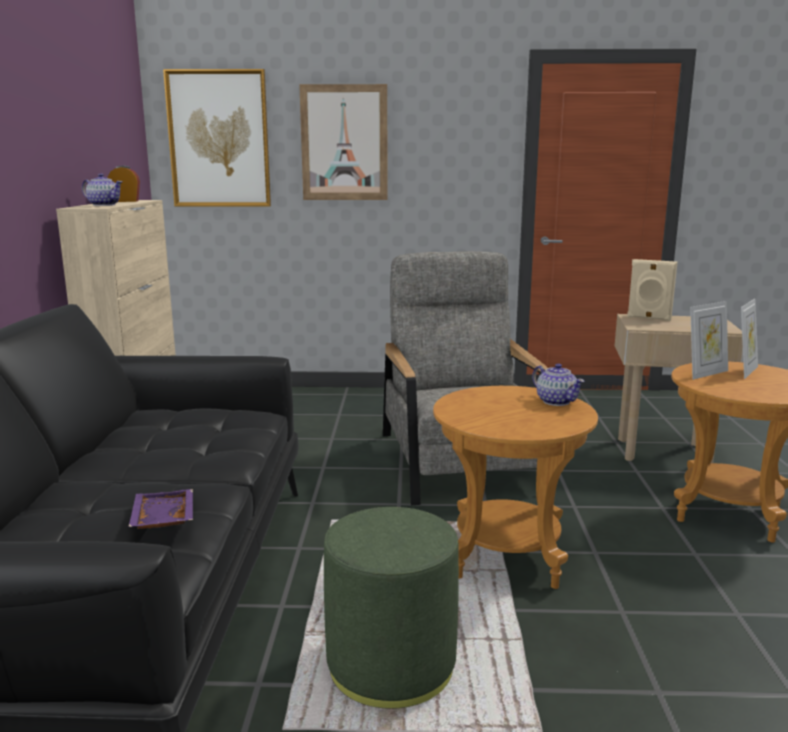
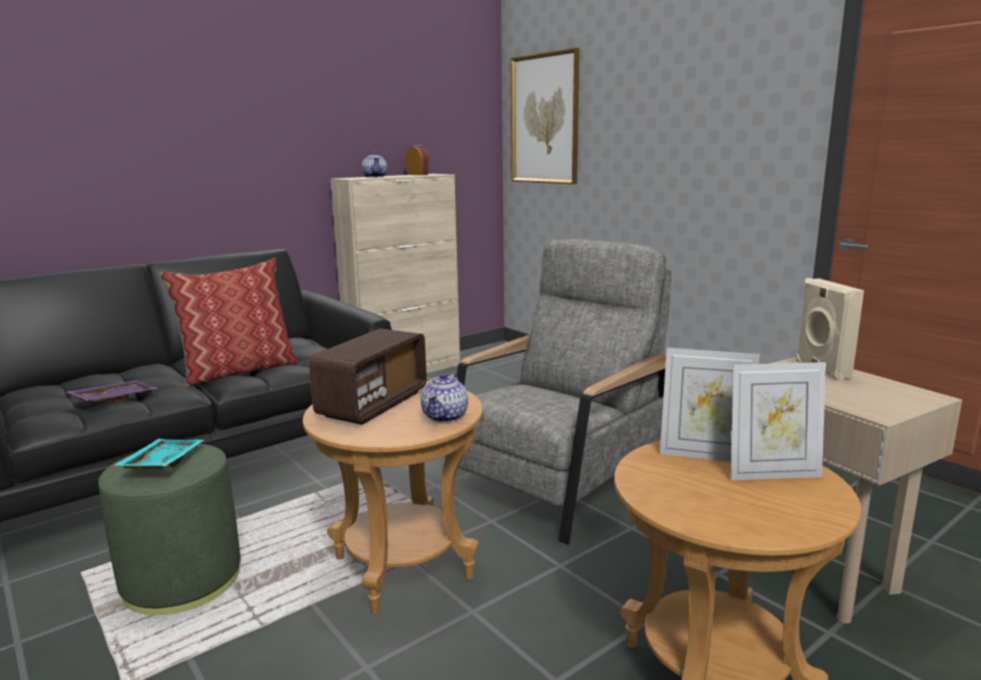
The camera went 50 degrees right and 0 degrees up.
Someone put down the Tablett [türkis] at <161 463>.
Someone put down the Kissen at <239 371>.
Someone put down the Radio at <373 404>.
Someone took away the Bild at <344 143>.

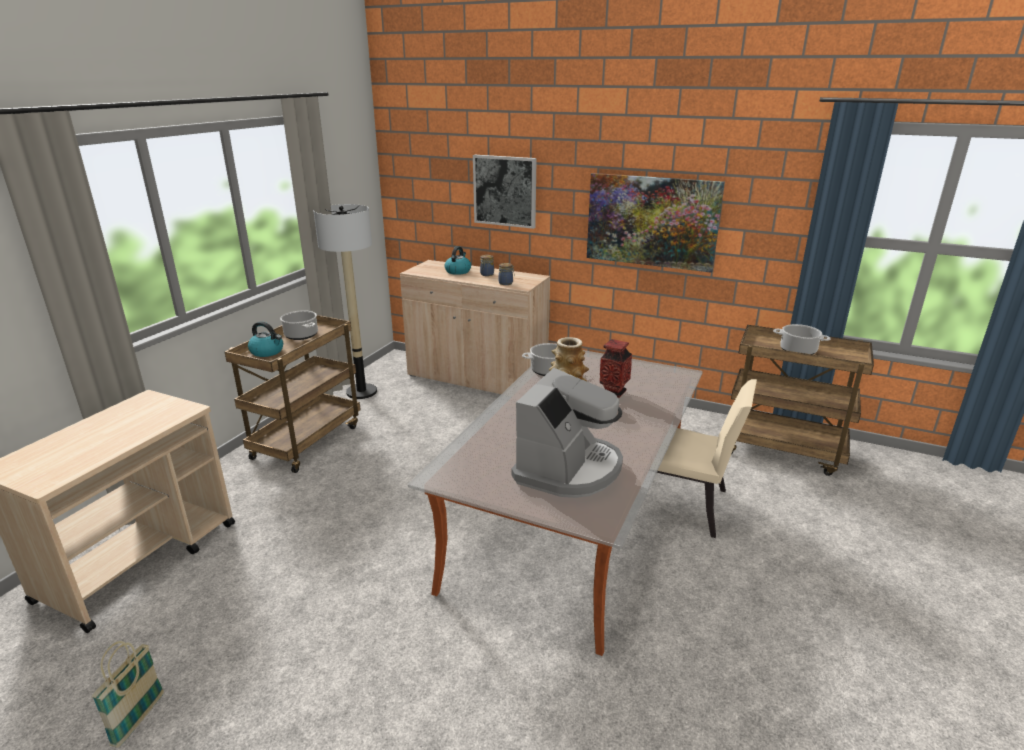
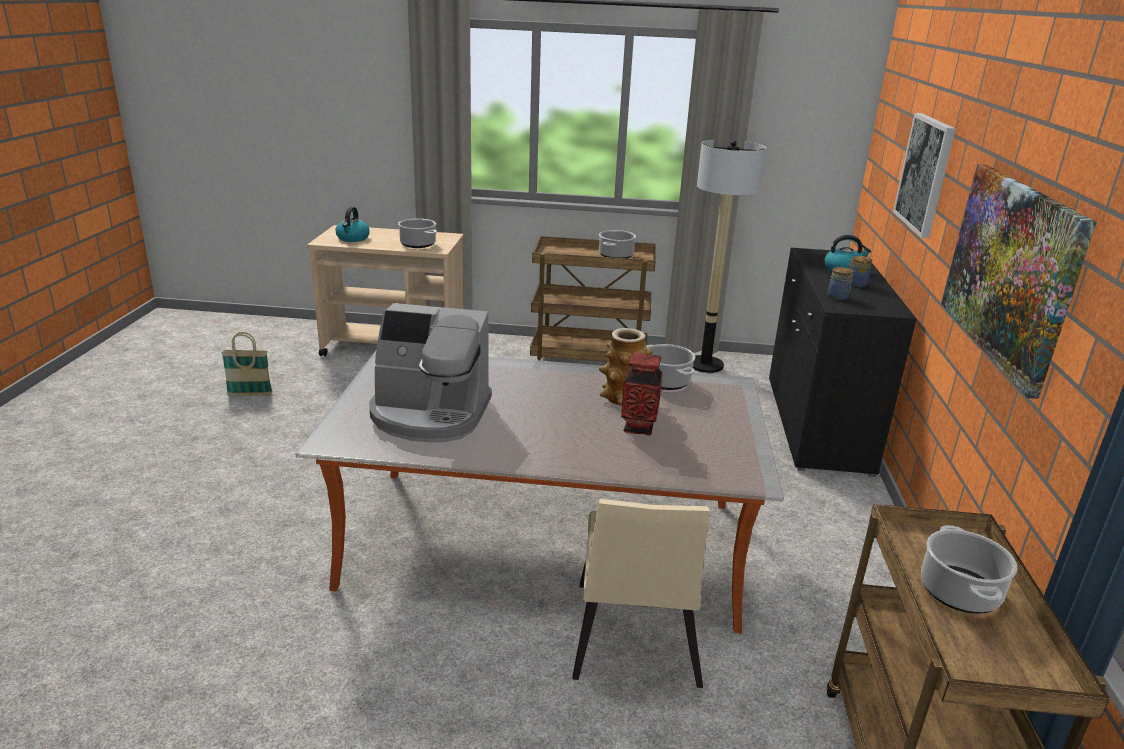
The camera went 70 degrees right and 0 degrees up.
Someone carried the Wasserkessel from <267 351> to <353 238>.
Someone put down the Kochtopf at <418 244>.
Someone repainted the Schrank [beige] at <477 378>, which became the Schrank [schwarz] at <816 424>.

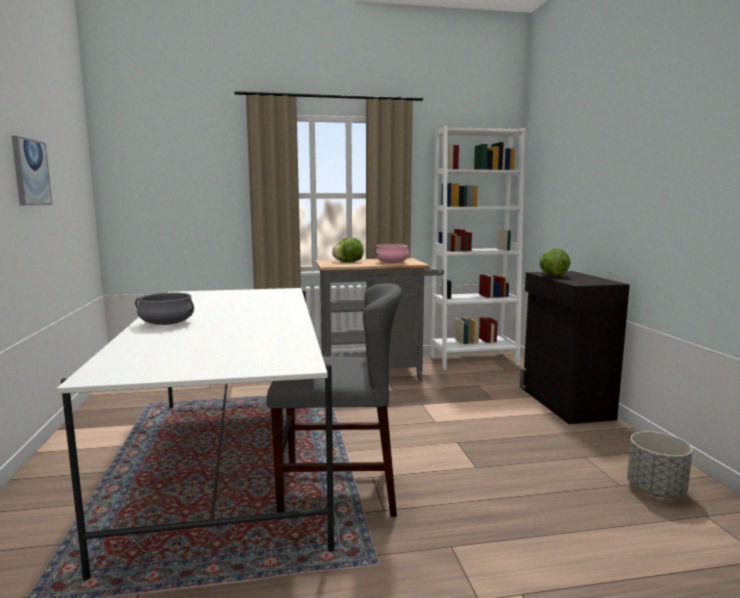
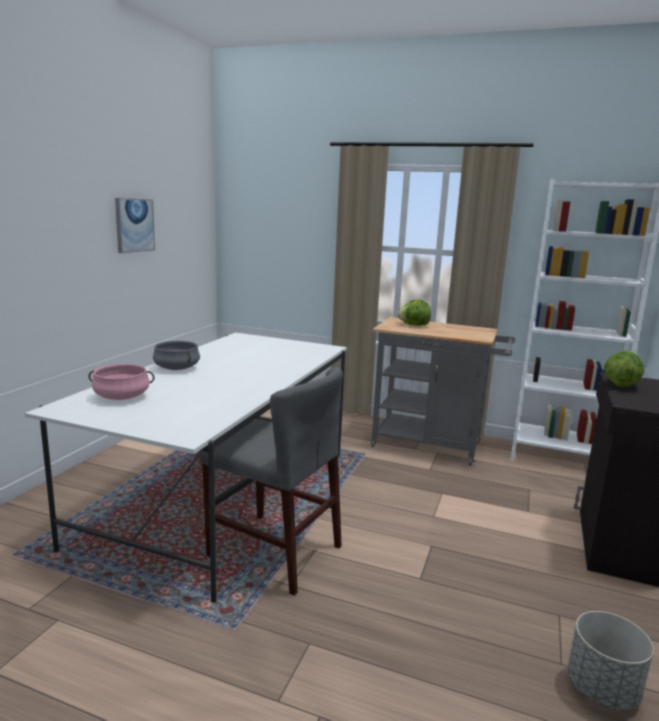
The camera went 30 degrees right and 5 degrees up.
Someone carried the Kochtopf [rosa] from <391 263> to <122 397>.

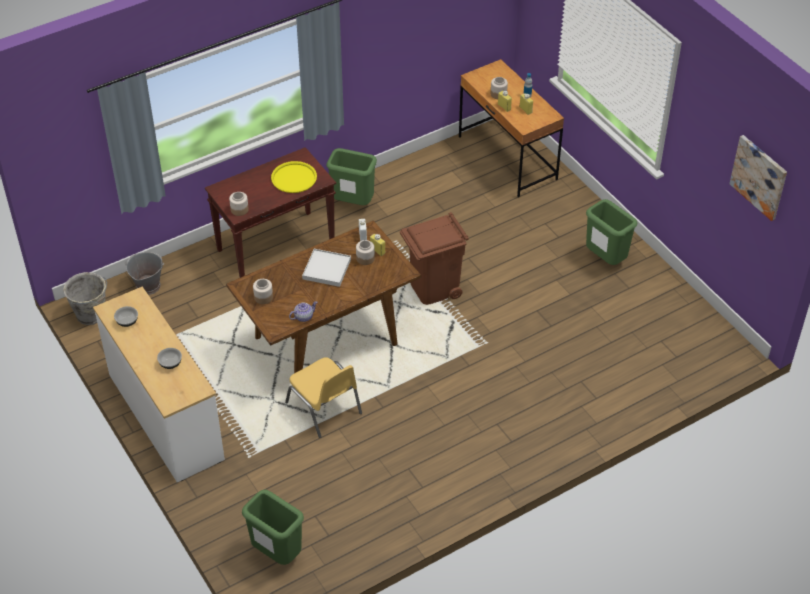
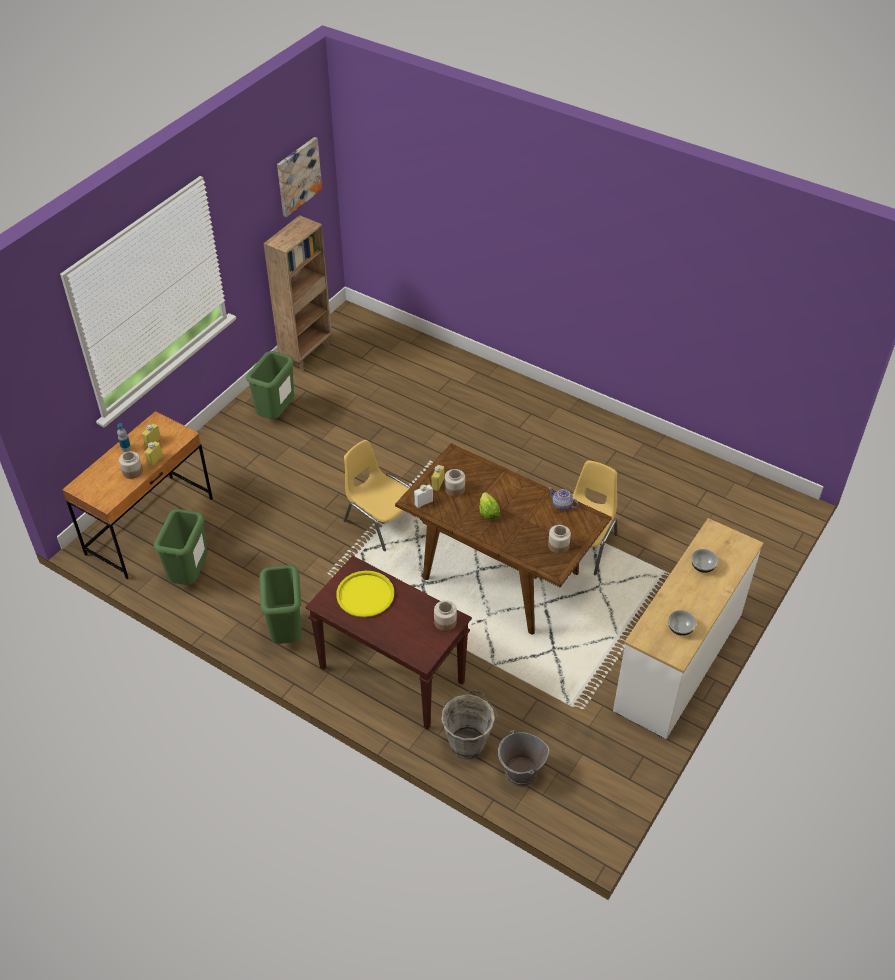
The camera went 115 degrees left and 0 degrees up.
Someone carried the Mülleimer [grün] from <276 554> to <190 576>.
Someone put down the Bücherregal [braun] at <307 354>.
Someone swapped the Mülleimer [braun] at <434 288> for the Stuhl [gelb] at <381 520>.
Someone carried the Eimer [grau] from <91 315> to <468 742>.
Someone swapped the Tablett [weiß] at <326 269> for the Salatkopf at <488 512>.

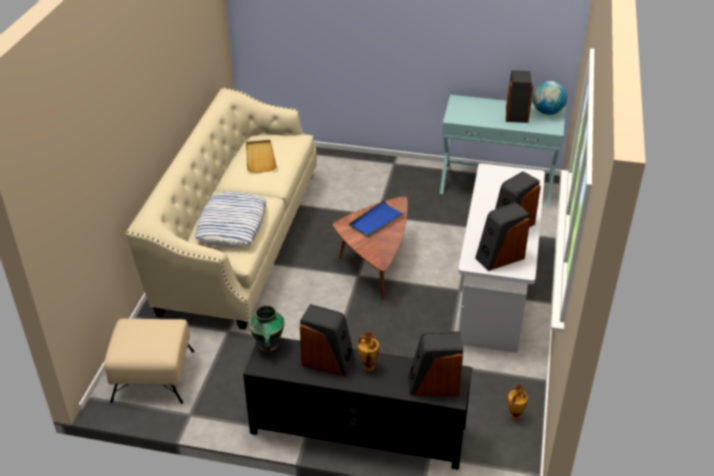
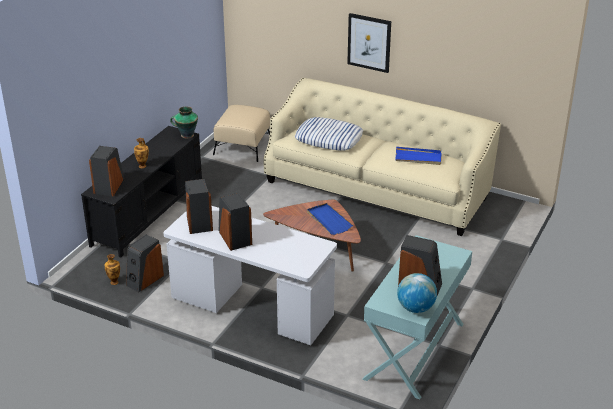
The camera went 105 degrees right and 5 degrees down.
Someone carried the Lautsprecher from <328 361> to <144 280>.
Someone put up the Bild at <369 42>.
Someone repainted the Tablett [beige] at <260 157>, which became the Tablett [blau] at <418 158>.

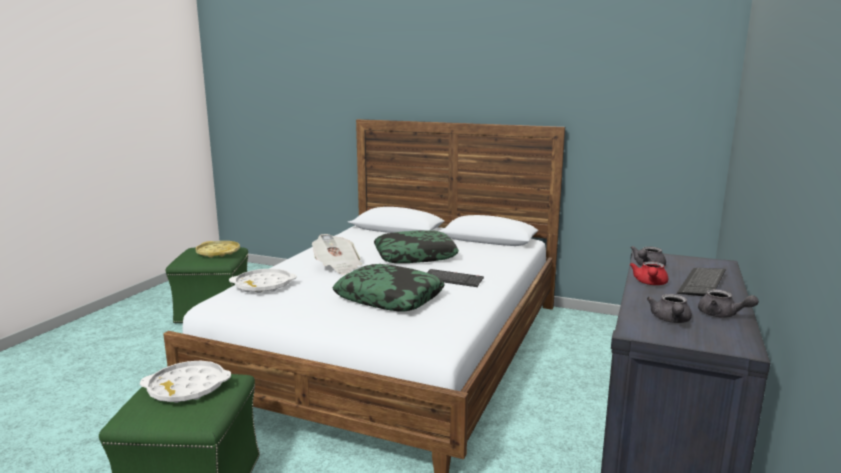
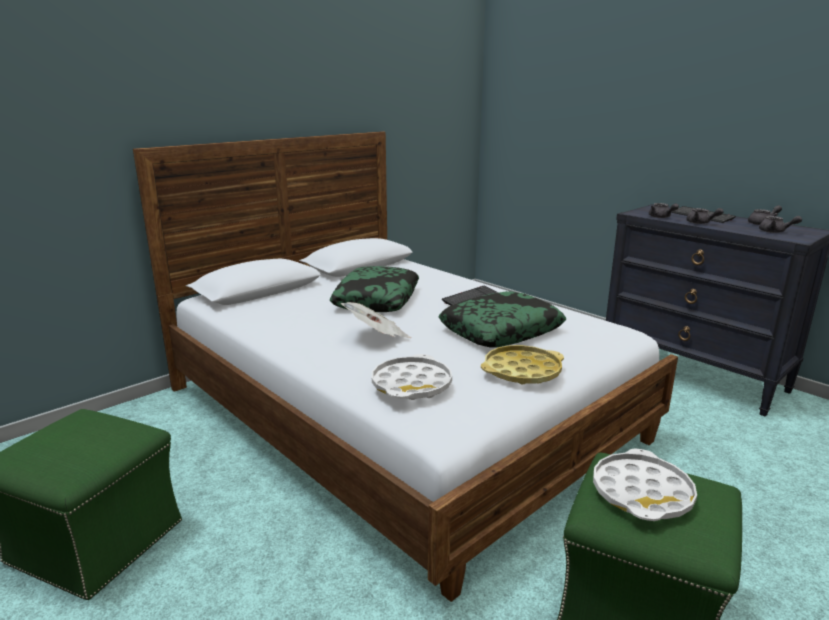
The camera went 65 degrees left and 5 degrees up.
Someone carried the Tablett [gelb] from <218 252> to <522 371>.
Someone repainted the Teekanne [rot] at <650 283>, which became the Teekanne [grau] at <701 223>.

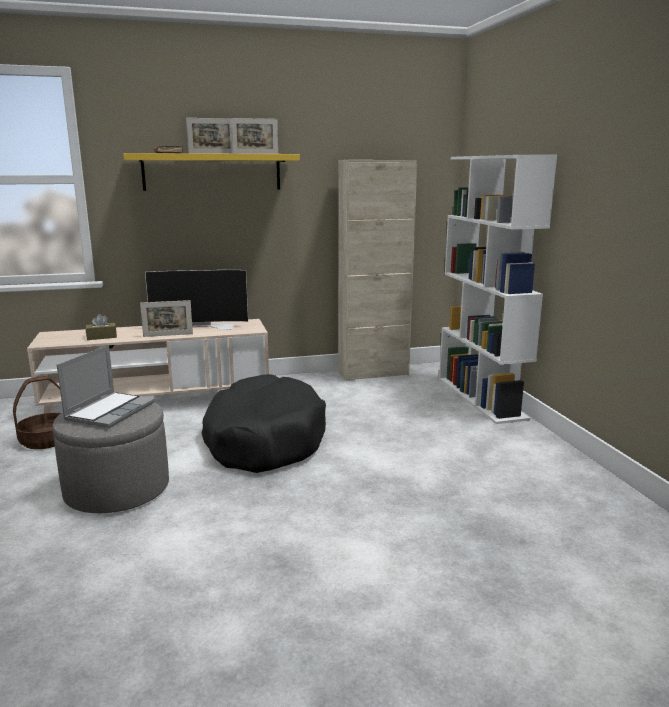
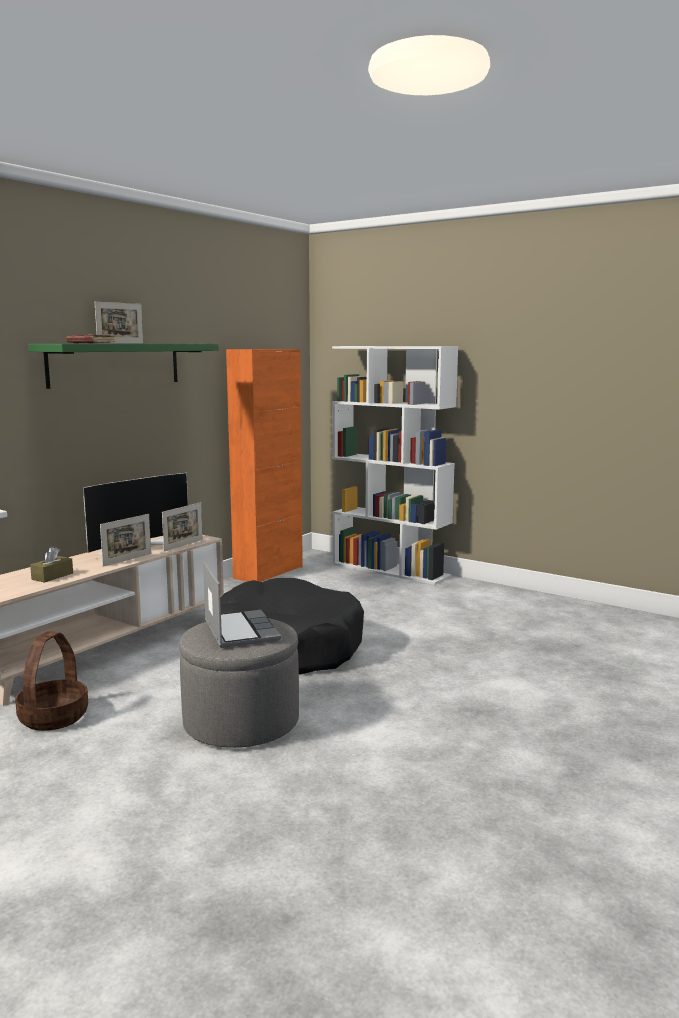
The camera went 40 degrees left and 5 degrees down.
Someone repainted the Wandregal [gelb] at <212 172>, which became the Wandregal [grün] at <115 364>.
Someone carried the Bilderrahmen from <255 153> to <183 545>.
Someone repainted the Schrank [beige] at <373 373>, which became the Schrank [orange] at <268 572>.

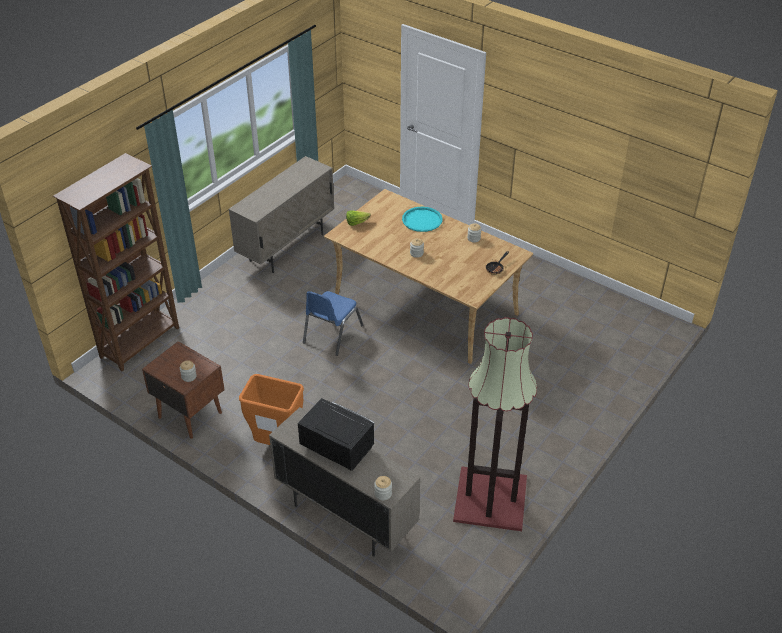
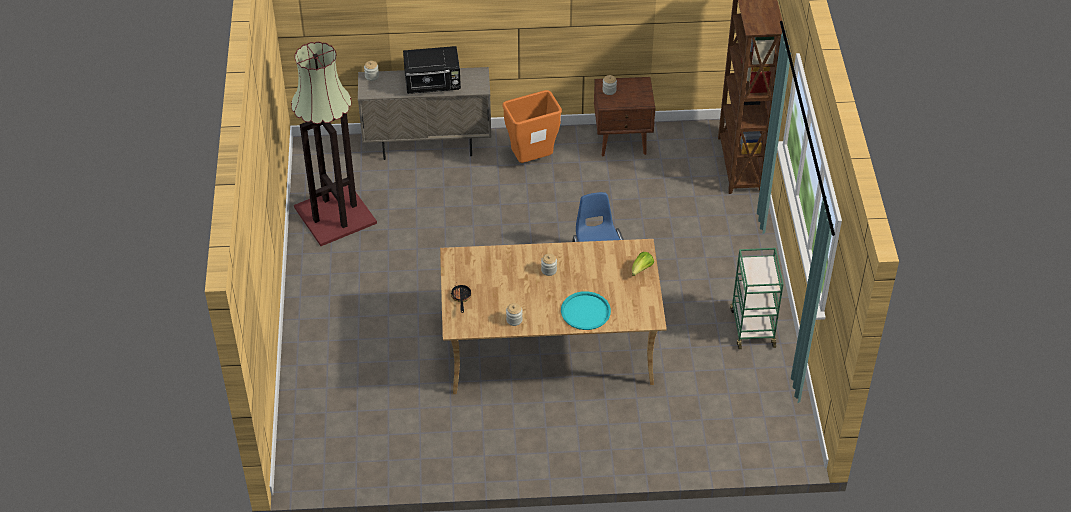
The camera went 140 degrees right and 5 degrees up.
Someone swapped the Schrank [beige] at <287 247> for the Rollwagen [grün] at <752 327>.

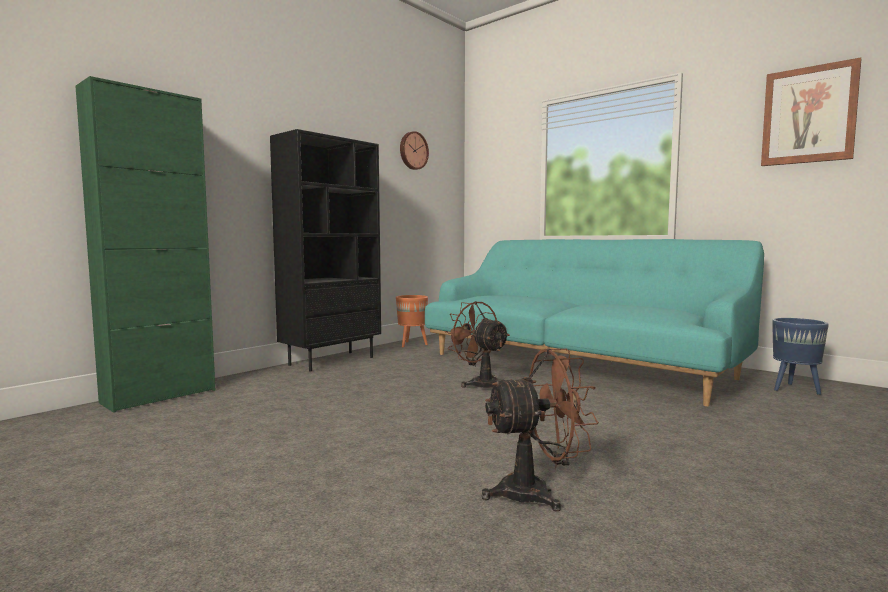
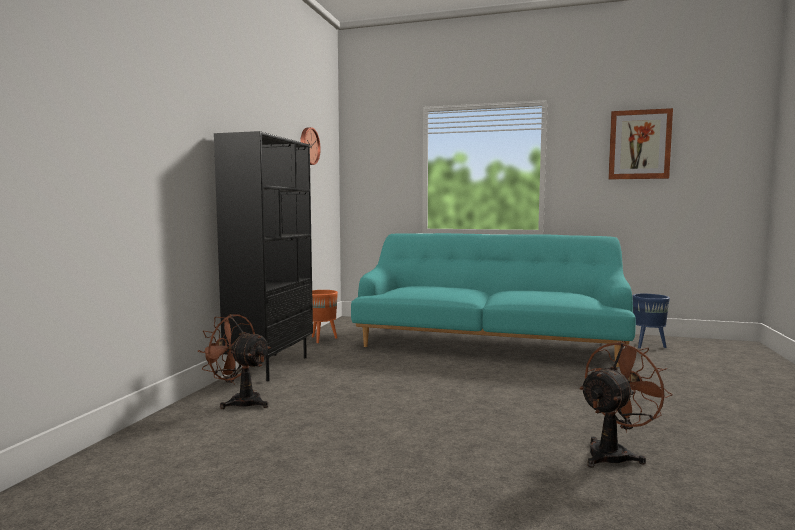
The camera went 25 degrees left and 0 degrees up.
Someone carried the Ventilator [braun] from <479 384> to <239 401>.
Someone took away the Schrank [grün] at <159 396>.

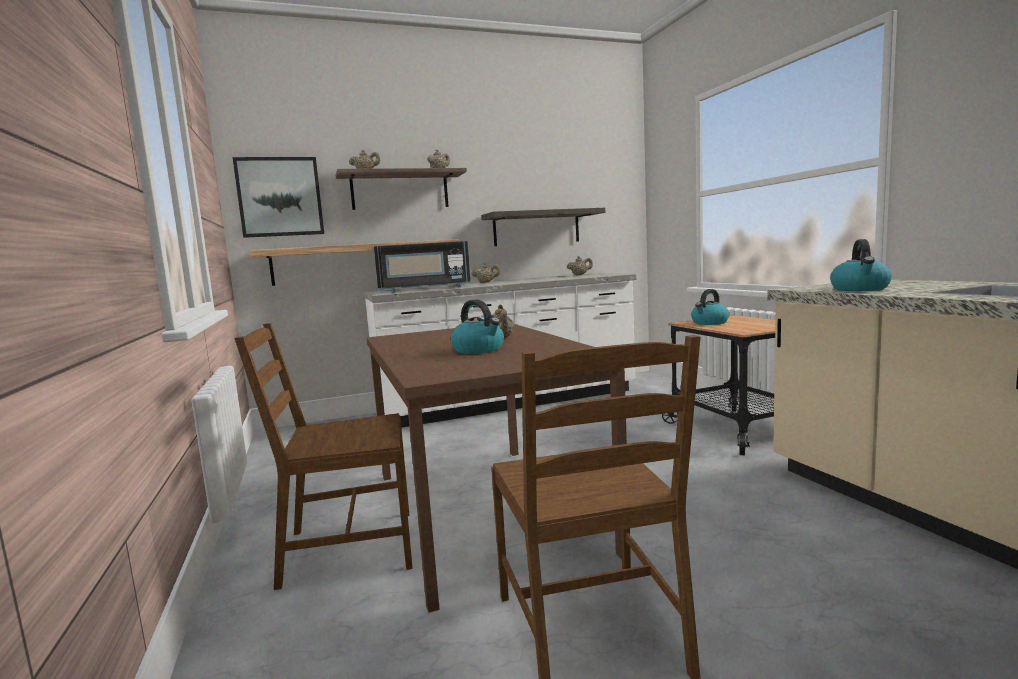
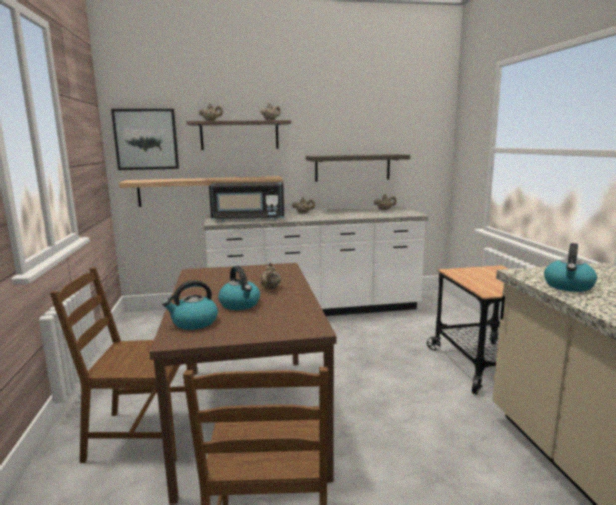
The camera went 10 degrees right and 5 degrees up.
Someone carried the Wasserkessel from <709 323> to <194 323>.

